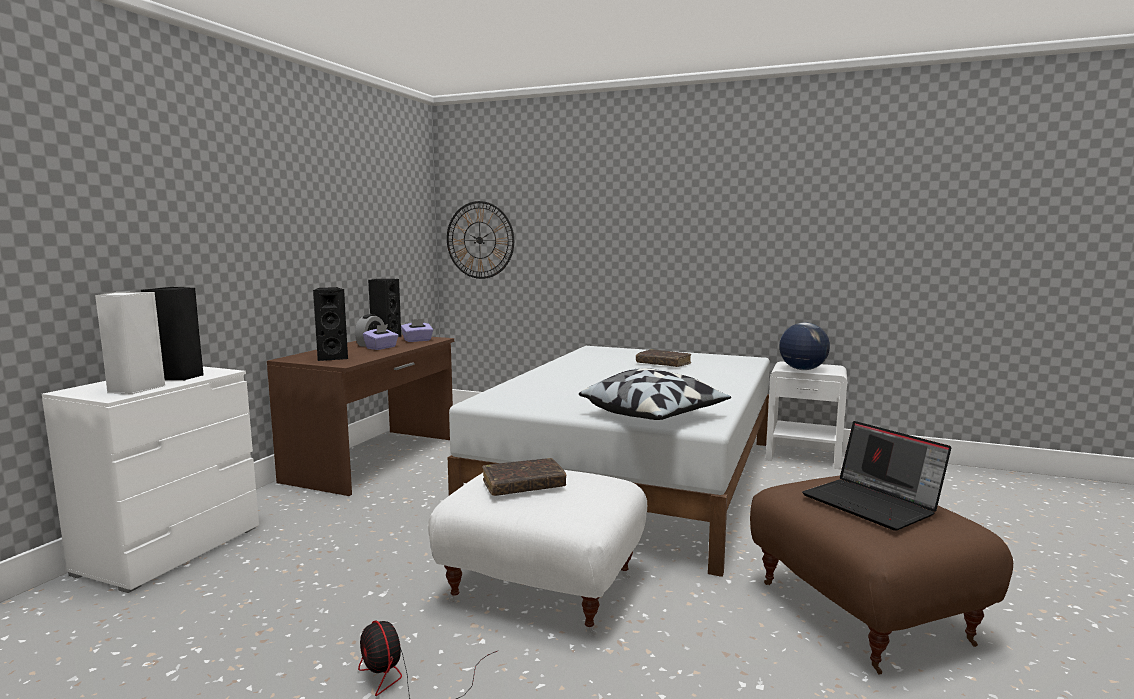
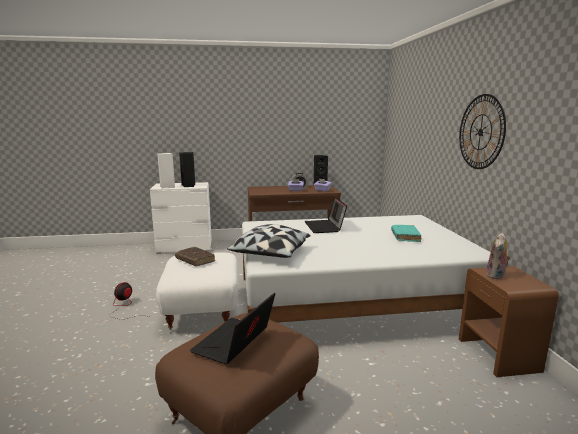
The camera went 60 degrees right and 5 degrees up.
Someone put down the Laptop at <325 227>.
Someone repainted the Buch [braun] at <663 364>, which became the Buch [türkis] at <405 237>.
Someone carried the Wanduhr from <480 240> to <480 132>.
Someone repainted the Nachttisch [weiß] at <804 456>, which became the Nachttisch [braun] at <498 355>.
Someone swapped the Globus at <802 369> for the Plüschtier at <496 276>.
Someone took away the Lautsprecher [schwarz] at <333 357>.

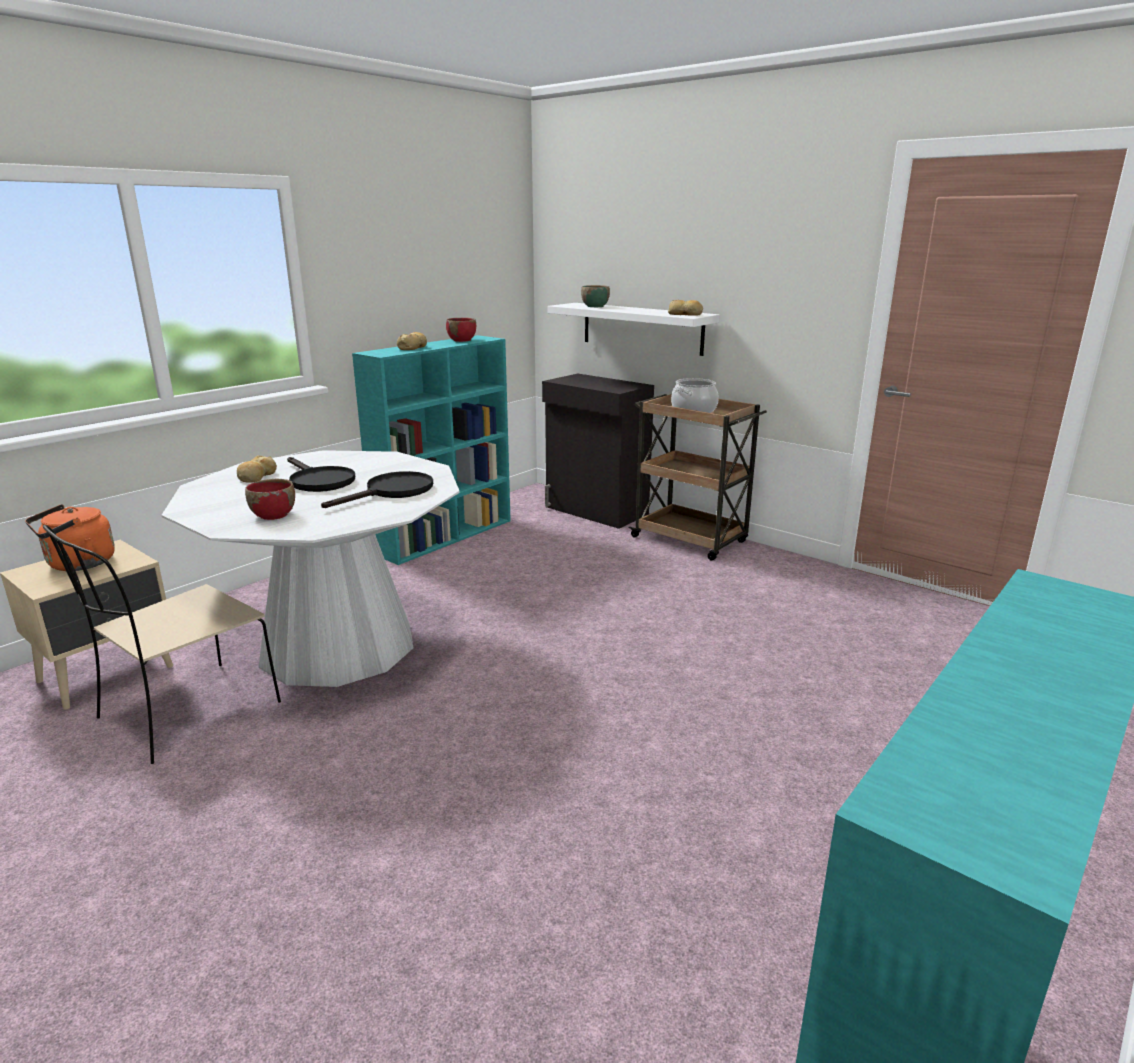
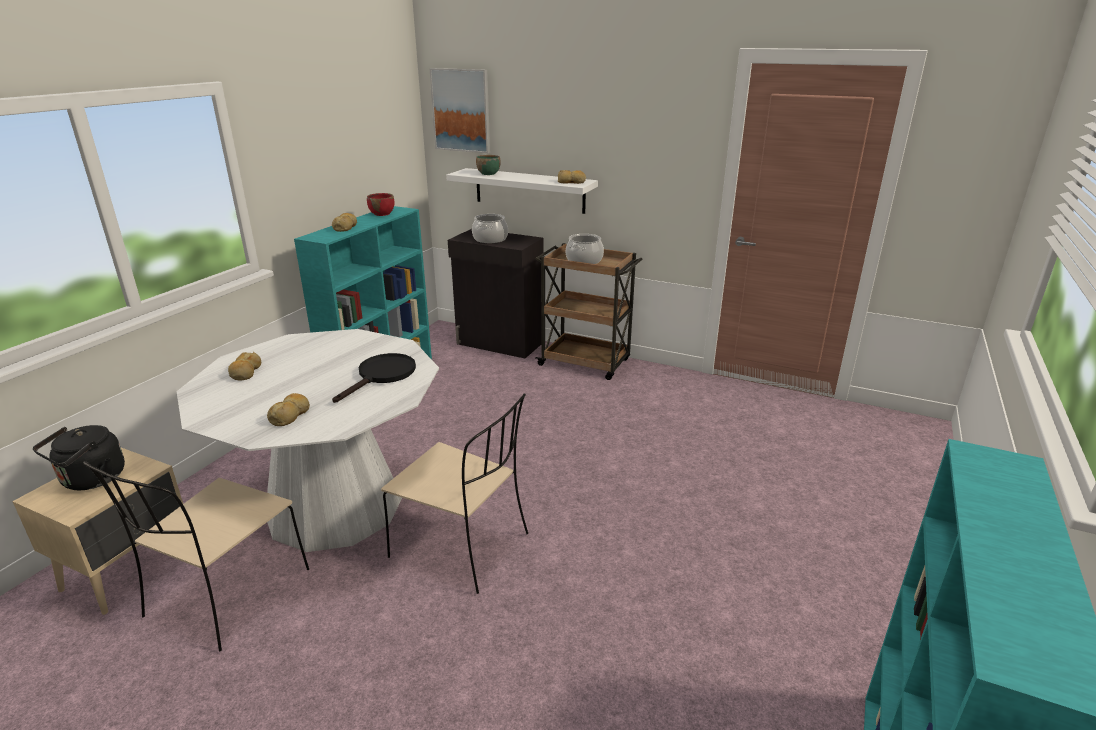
The camera went 15 degrees left and 5 degrees up.
Someone repainted the Wasserkessel [orange] at <78 564>, which became the Wasserkessel [schwarz] at <91 480>.
Someone swapped the Schüssel [rot] at <273 515> for the Brot at <291 415>.
Someone put down the Stuhl [beige] at <463 546>.
Someone put up the Bild at <461 110>.
Someone put down the Kochtopf at <490 239>.
Someone took away the Pfanne [schwarz] at <318 481>.

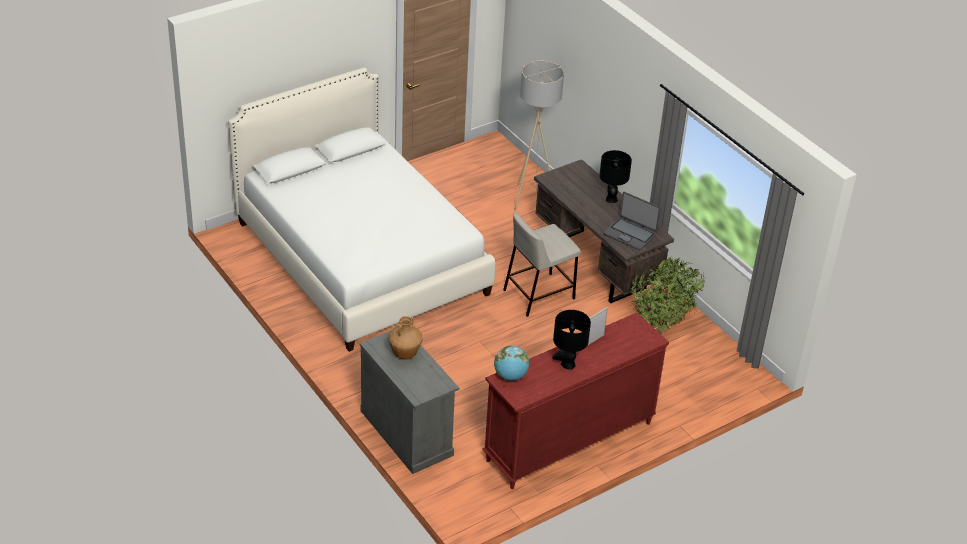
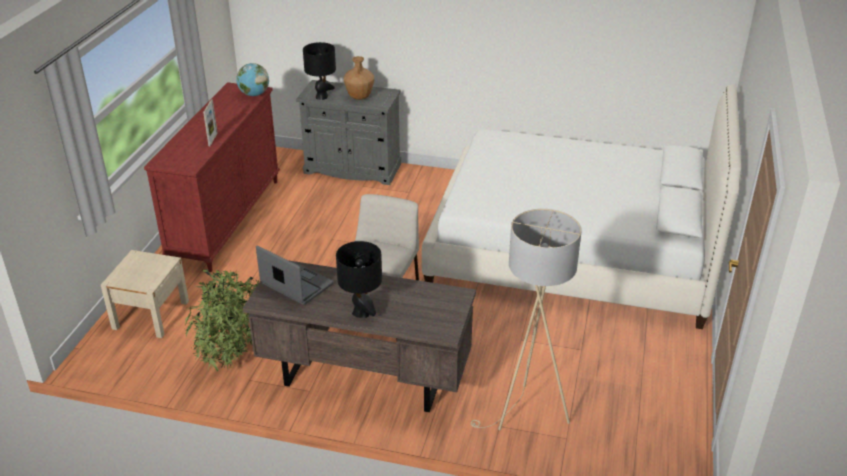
The camera went 140 degrees right and 5 degrees down.
Someone put down the Nachttisch [beige] at <151 315>.
Someone rotated the Laptop at <630 234> by 45 degrees clockwise.
Someone carried the Tischlampe [schwarz] from <568 364> to <322 97>.

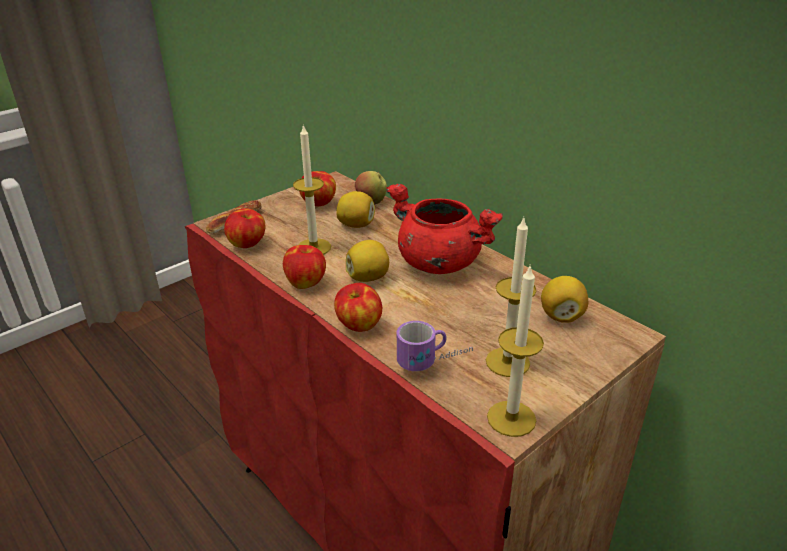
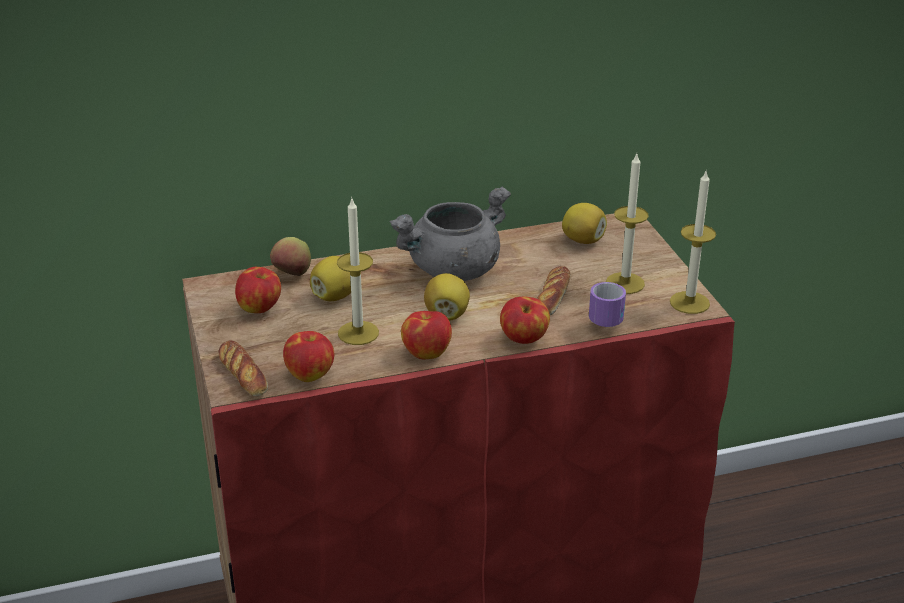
The camera went 65 degrees left and 0 degrees up.
Someone repainted the Kochtopf [rot] at <438 263>, which became the Kochtopf [grau] at <453 271>.
Someone put down the Brot at <553 296>.

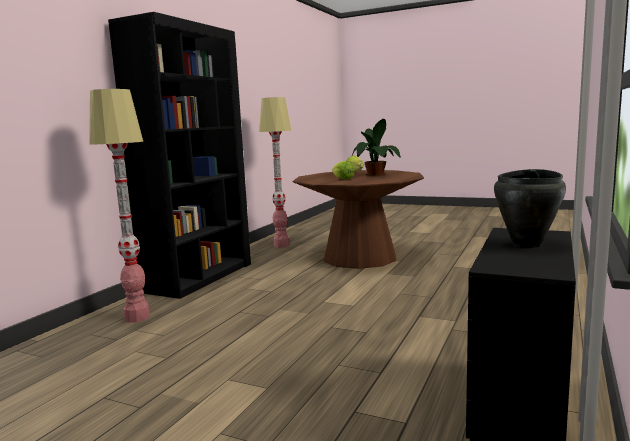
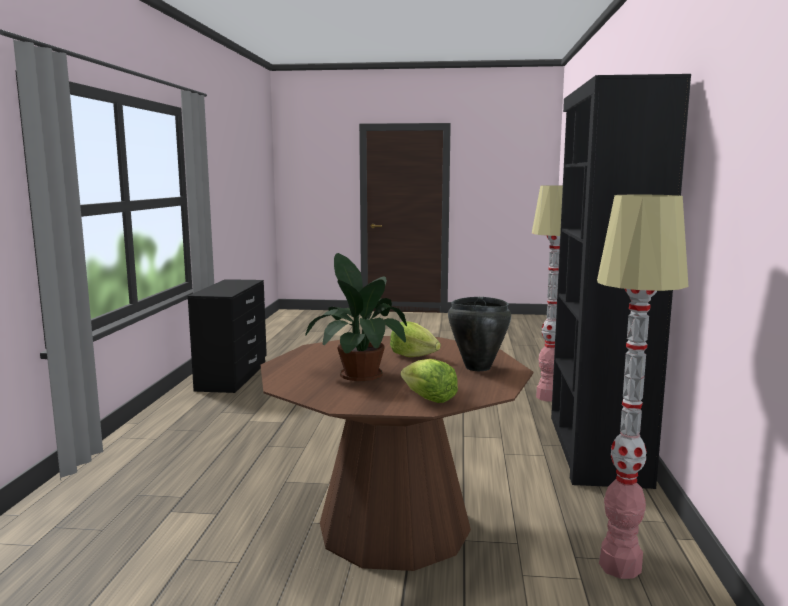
The camera went 160 degrees right and 0 degrees up.
Someone carried the Kochtopf [schwarz] from <527 244> to <477 367>.

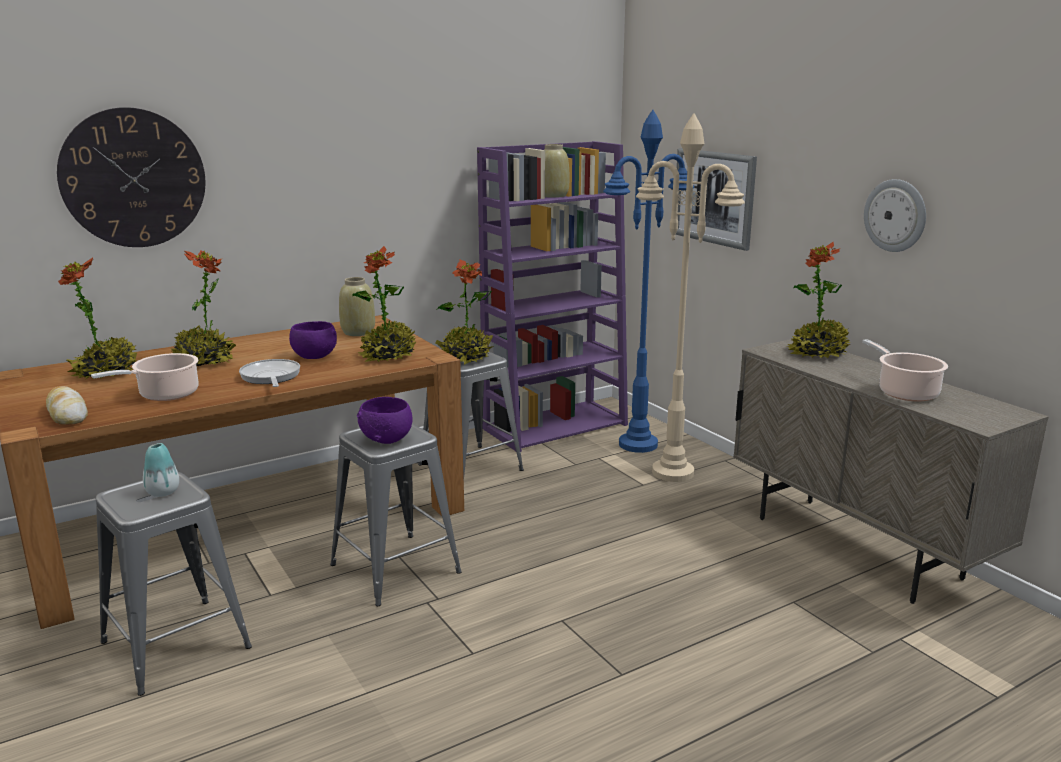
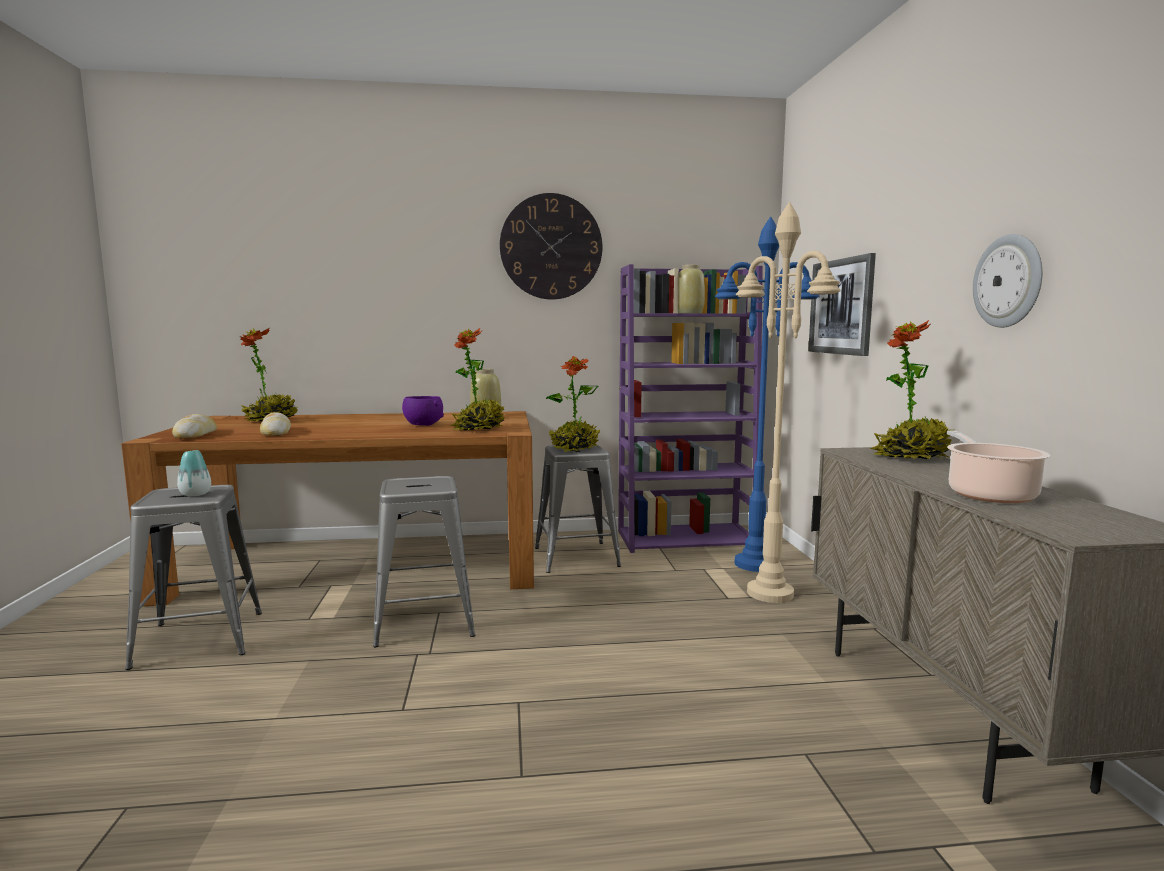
The camera went 25 degrees right and 10 degrees down.
Someone swapped the Kochtopf at <165 395> for the Brot at <276 432>.
Someone carried the Wanduhr from <133 178> to <551 247>.
Someone took away the Topfpflanze at <205 361>.
Someone took away the Pfanne at <270 377>.
Someone took away the Schüssel [lila] at <387 439>.

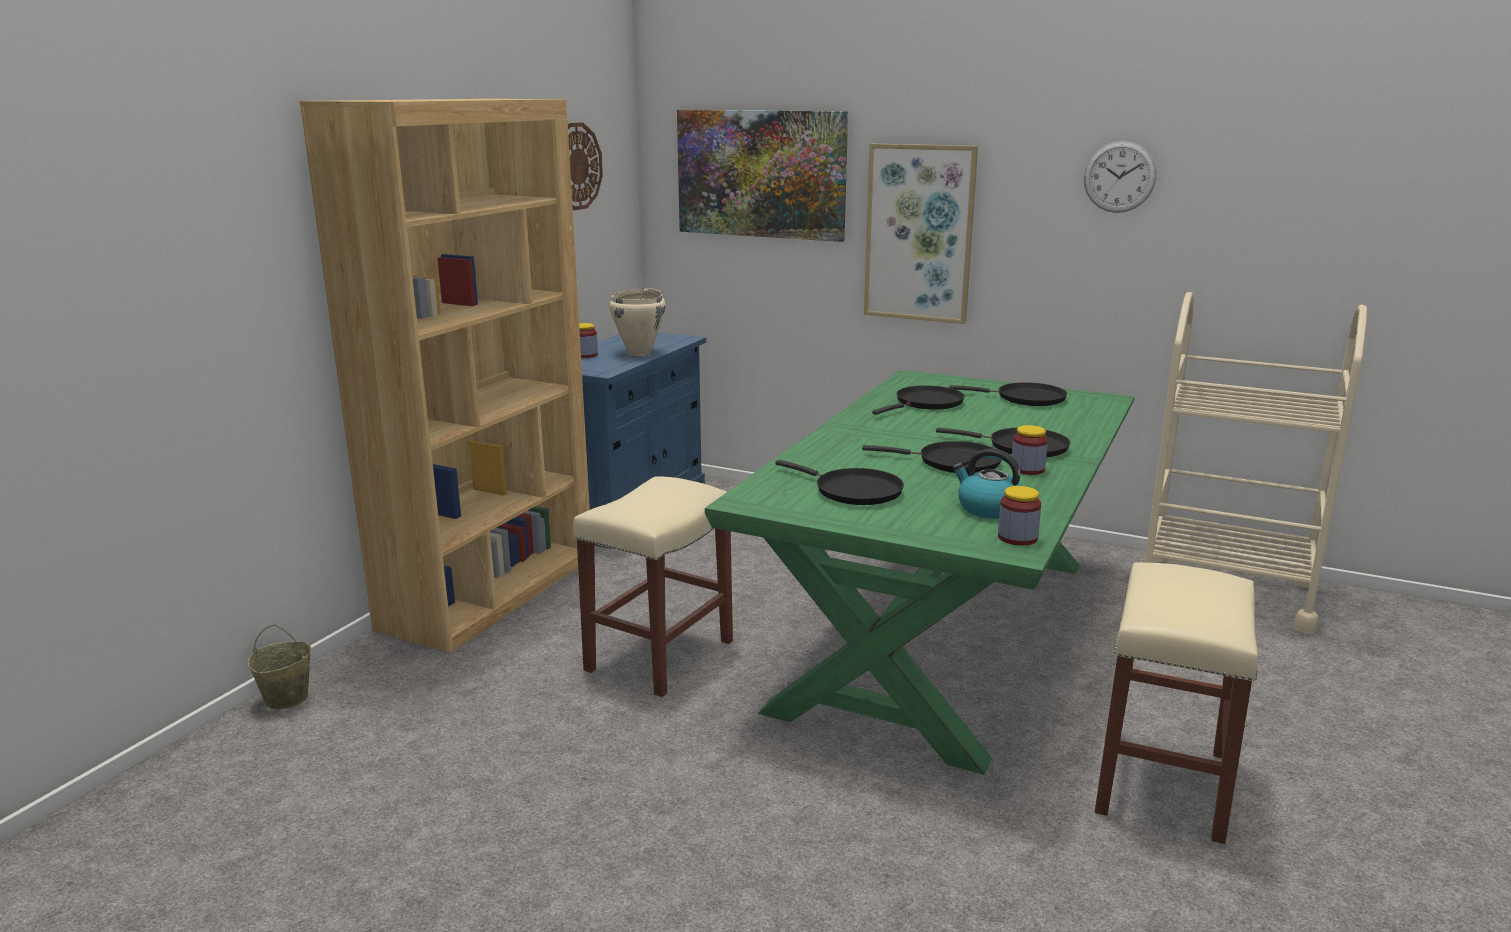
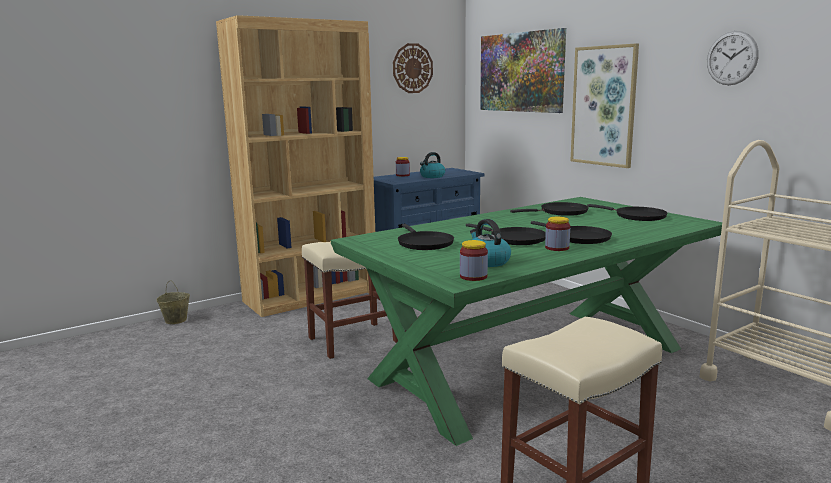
The camera went 30 degrees right and 5 degrees down.
Someone swapped the Kochtopf [beige] at <640 353> for the Wasserkessel at <432 176>.

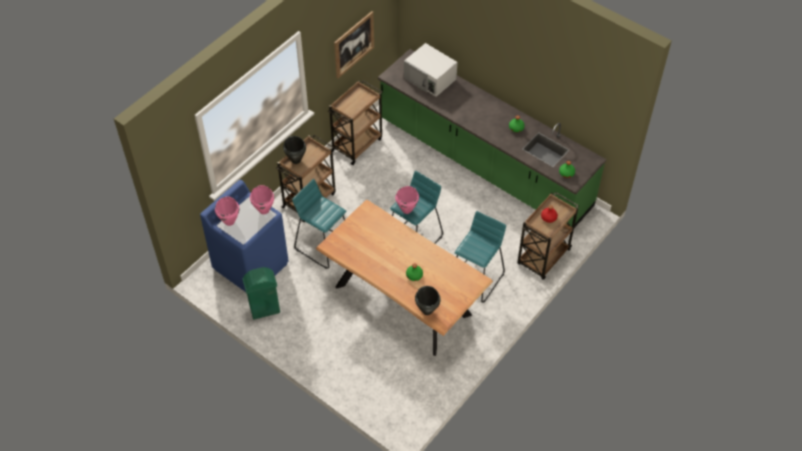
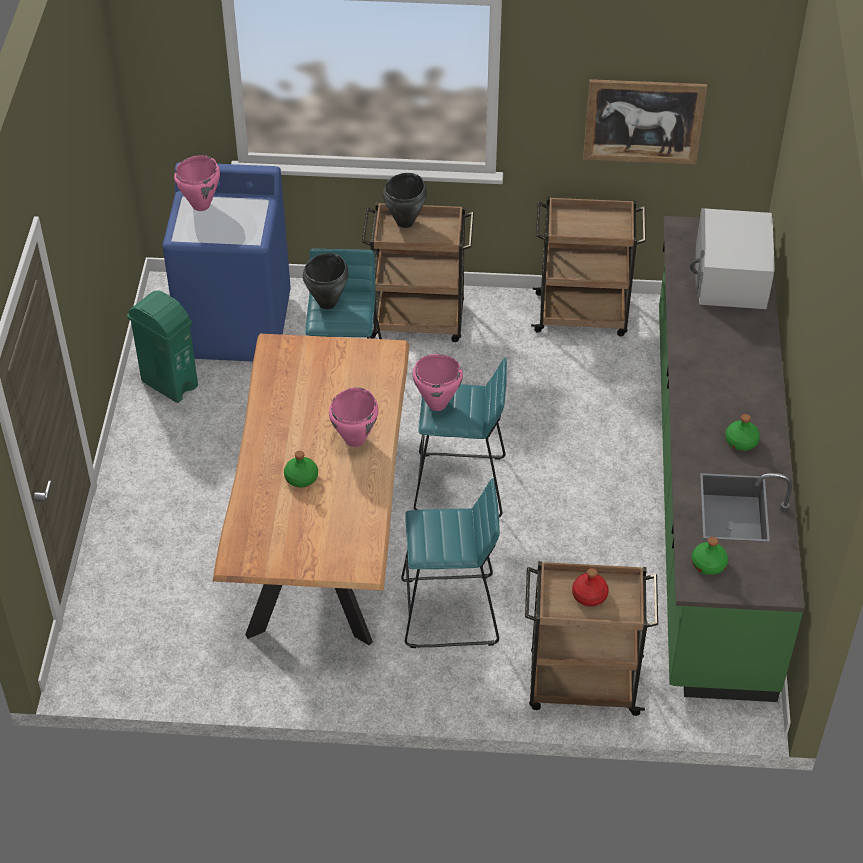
The camera went 55 degrees right and 5 degrees down.
Someone carried the Kochtopf [schwarz] from <427 310> to <327 303>.
Someone carried the Kochtopf [rosa] from <264 210> to <355 440>.

